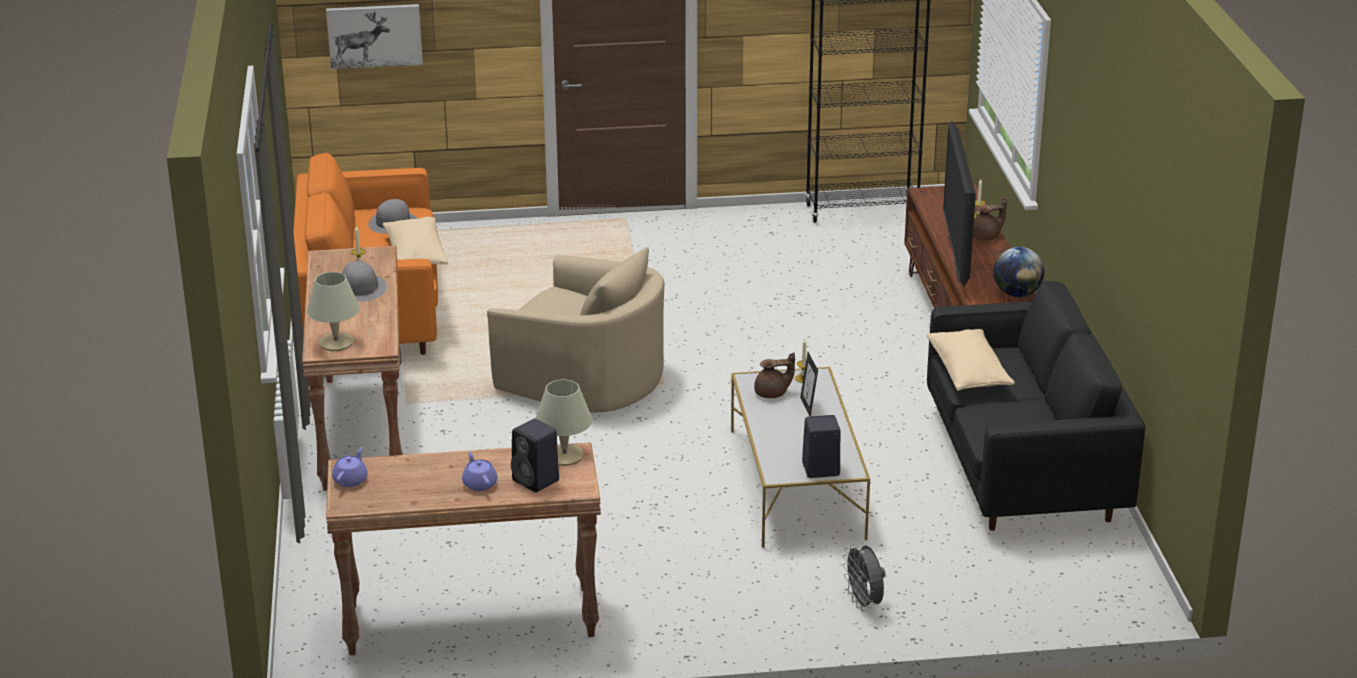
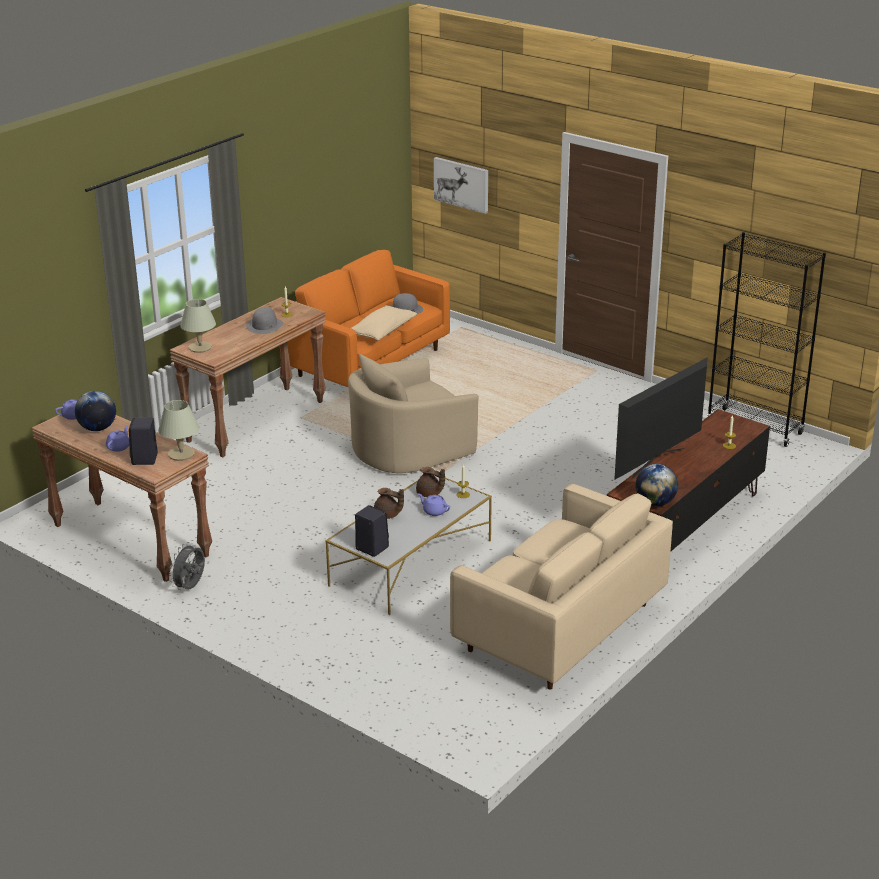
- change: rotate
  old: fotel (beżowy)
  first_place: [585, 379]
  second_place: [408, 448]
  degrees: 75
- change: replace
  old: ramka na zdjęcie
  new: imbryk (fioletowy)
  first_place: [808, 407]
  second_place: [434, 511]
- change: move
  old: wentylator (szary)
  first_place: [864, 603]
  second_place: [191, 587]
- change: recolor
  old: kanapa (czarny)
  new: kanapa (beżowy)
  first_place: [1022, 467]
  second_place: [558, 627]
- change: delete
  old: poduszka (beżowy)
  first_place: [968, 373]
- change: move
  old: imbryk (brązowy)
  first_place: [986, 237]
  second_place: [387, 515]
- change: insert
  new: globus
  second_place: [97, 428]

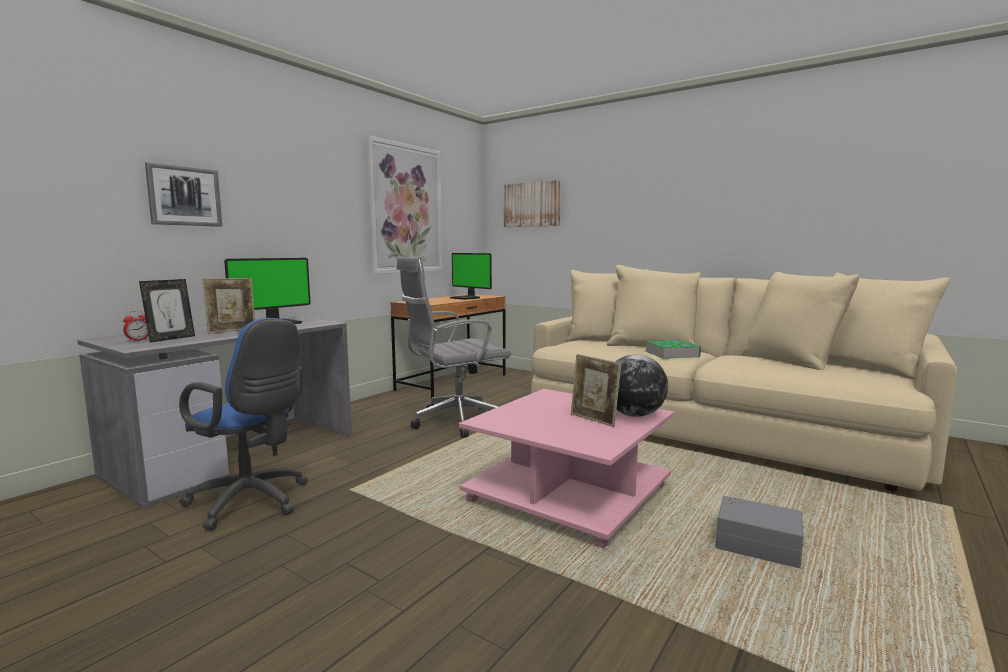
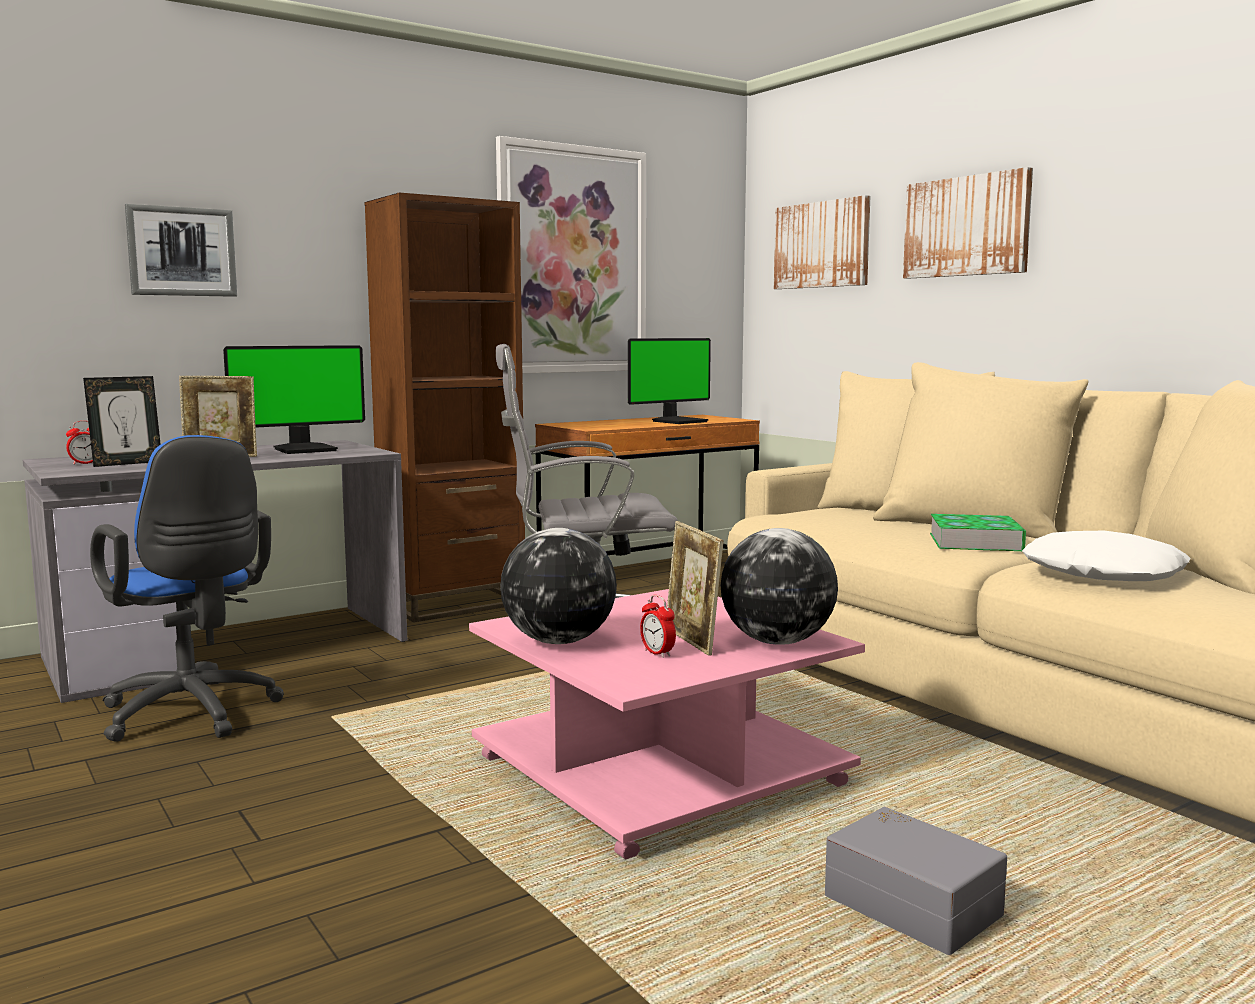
- change: rotate
  old: monitor
  first_place: [466, 298]
  second_place: [678, 421]
  degrees: -105
- change: insert
  new: regał (brązowy)
  second_place: [453, 603]
- change: insert
  new: globus
  second_place: [558, 641]
- change: insert
  new: budzik
  second_place: [657, 653]
- change: insert
  new: obraz
  second_place: [966, 226]
- change: insert
  new: poduszka (biały)
  second_place: [1104, 573]

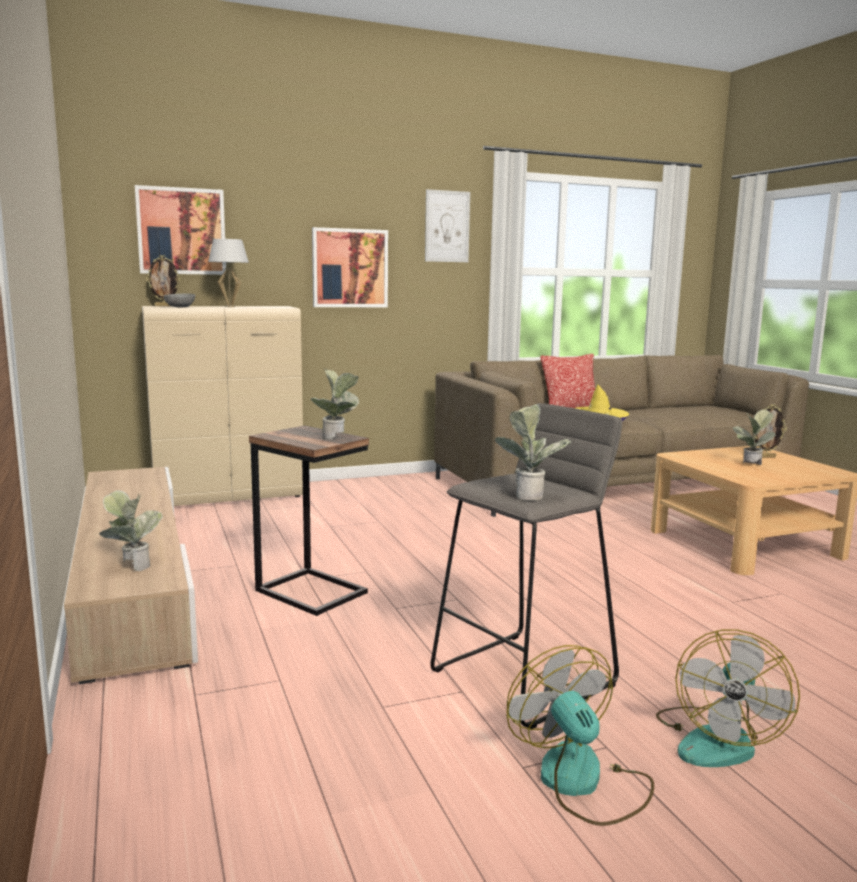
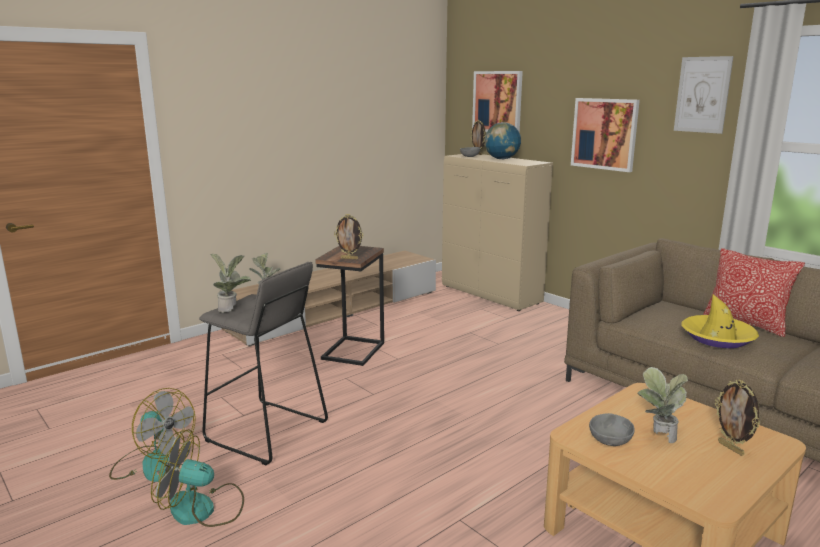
- change: replace
  old: lampa stołowa (biały)
  new: globus
  first_place: [230, 306]
  second_place: [502, 159]
- change: replace
  old: roślina doniczkowa
  new: ramka na zdjęcie
  first_place: [338, 438]
  second_place: [349, 258]
- change: rotate
  old: wentylator
  first_place: [582, 782]
  second_place: [153, 462]
  degrees: 75
- change: insert
  new: miska (szary)
  second_place: [611, 441]

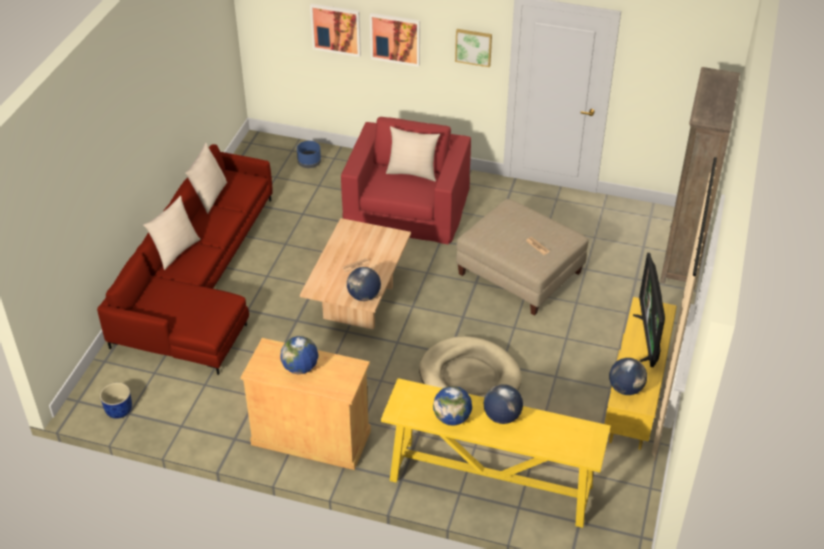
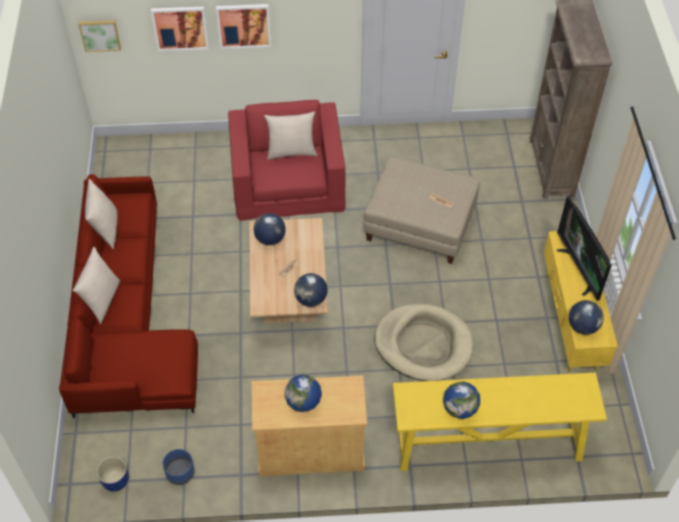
- change: move
  old: donica (niebieski)
  first_place: [309, 162]
  second_place: [180, 472]
- change: move
  old: obraz
  first_place: [473, 47]
  second_place: [100, 34]
- change: move
  old: globus
  first_place: [501, 416]
  second_place: [270, 239]

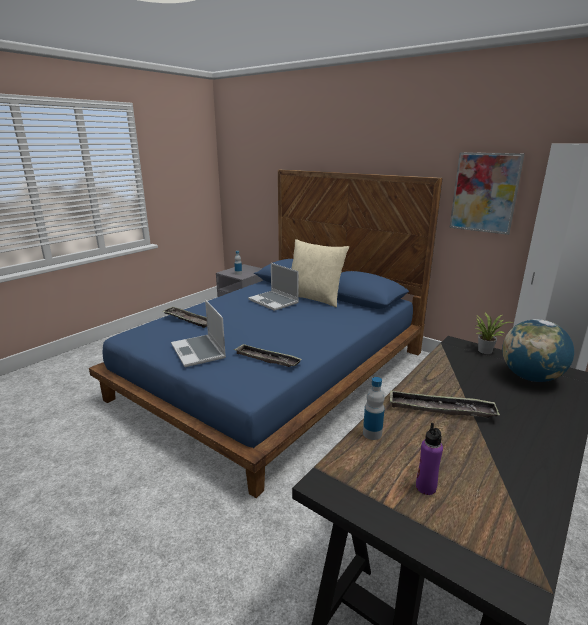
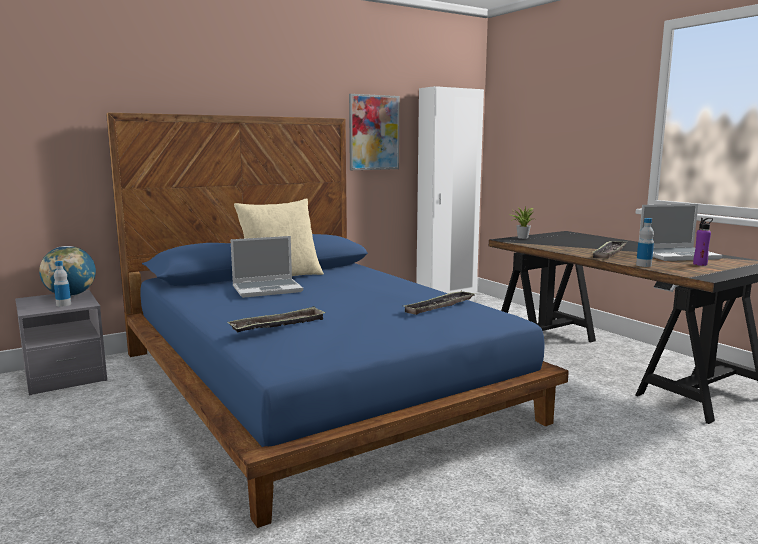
- change: move
  old: laptop
  first_place: [199, 352]
  second_place: [678, 255]
- change: move
  old: globus
  first_place: [530, 377]
  second_place: [70, 295]

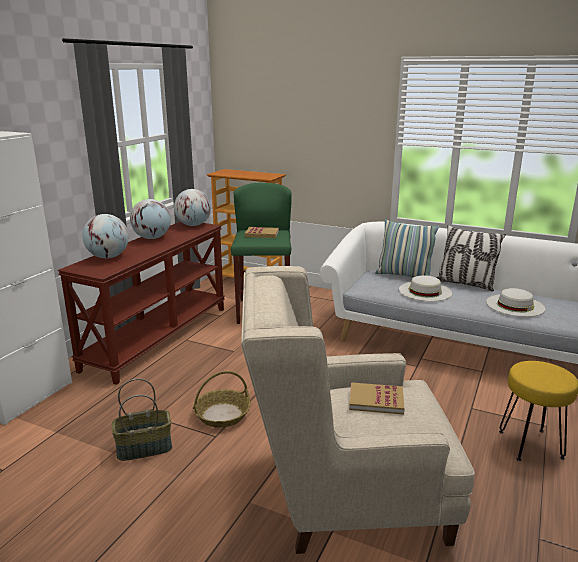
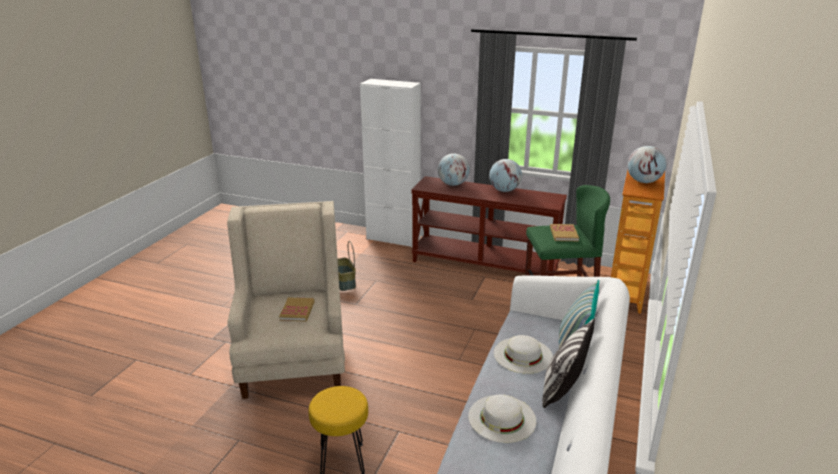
- change: move
  old: globus
  first_place: [193, 225]
  second_place: [643, 181]
- change: delete
  old: koszyk
  first_place: [222, 415]

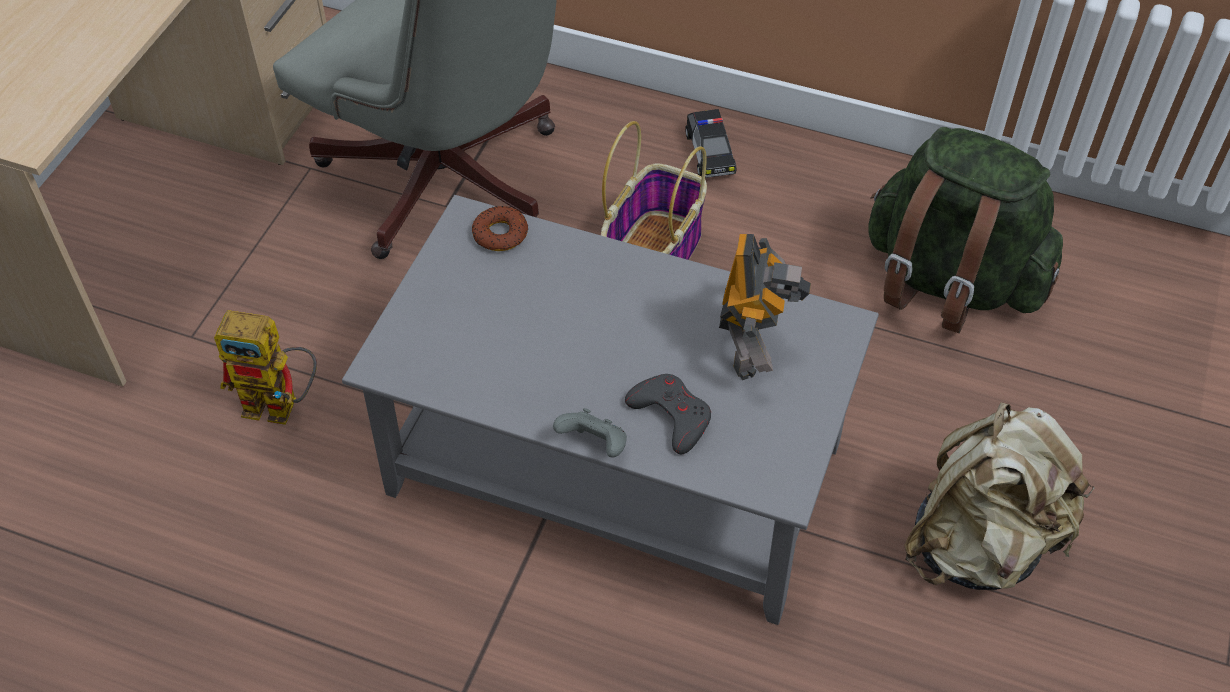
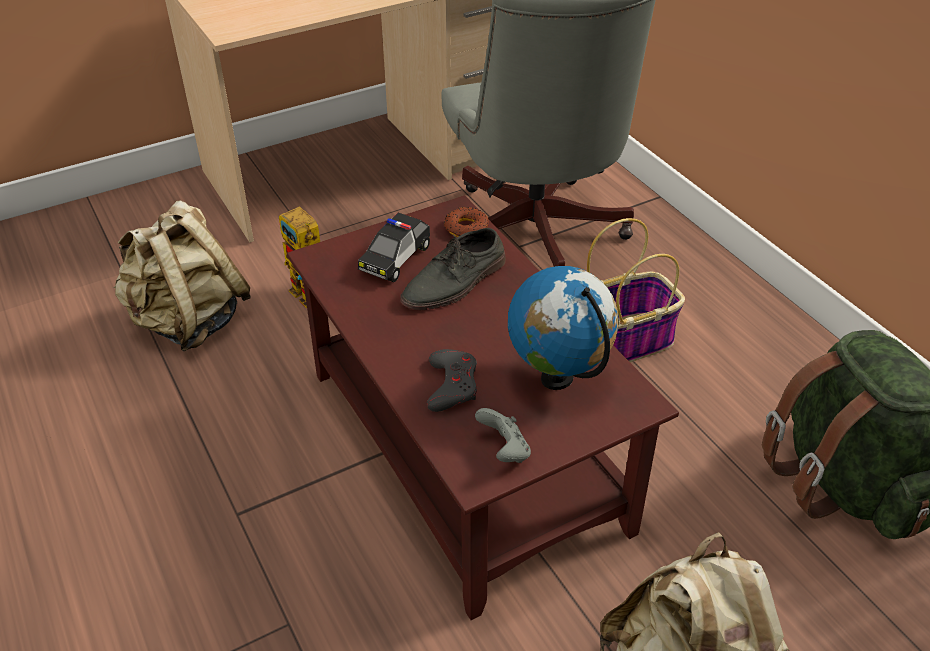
- change: recolor
  old: ława (szary)
  new: ława (brązowy)
  first_place: [619, 469]
  second_place: [467, 451]
- change: move
  old: pad do gier (szary)
  first_place: [594, 445]
  second_place: [504, 450]
- change: move
  old: samochodzik
  first_place: [710, 153]
  second_place: [395, 258]
- change: replace
  old: robot zabawkowy
  new: globus
  first_place: [753, 346]
  second_place: [557, 378]
- change: insert
  new: plecak (beżowy)
  second_place: [189, 322]
- change: insert
  new: but (szary)
  second_place: [455, 282]

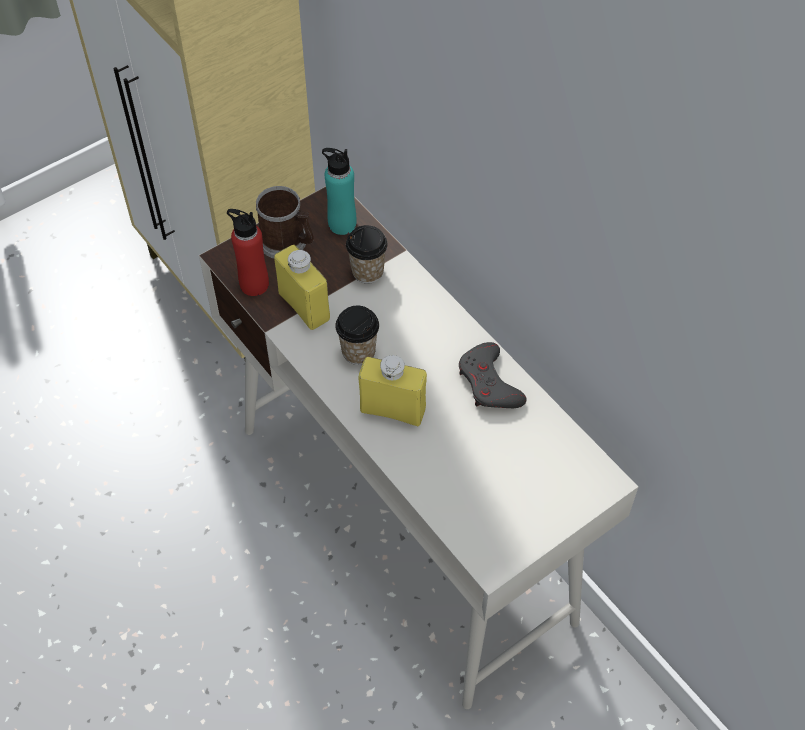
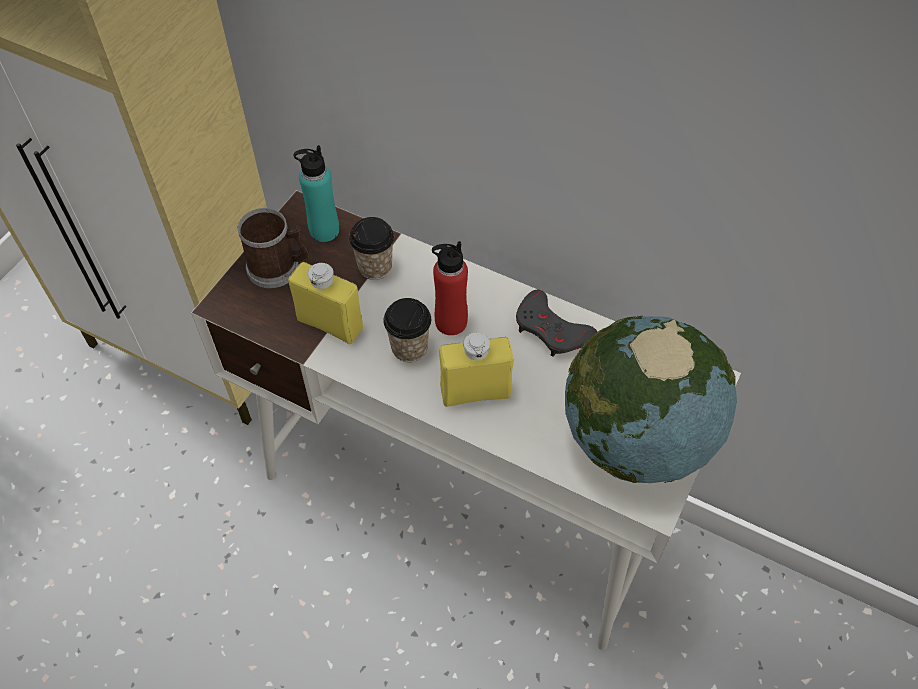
- change: move
  old: butelka (czerwony)
  first_place: [254, 284]
  second_place: [450, 322]
- change: insert
  new: globus
  second_place: [635, 440]

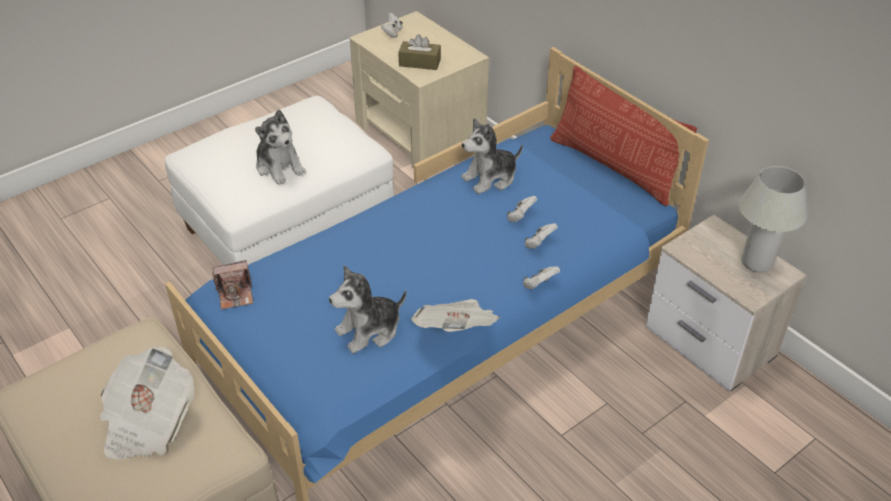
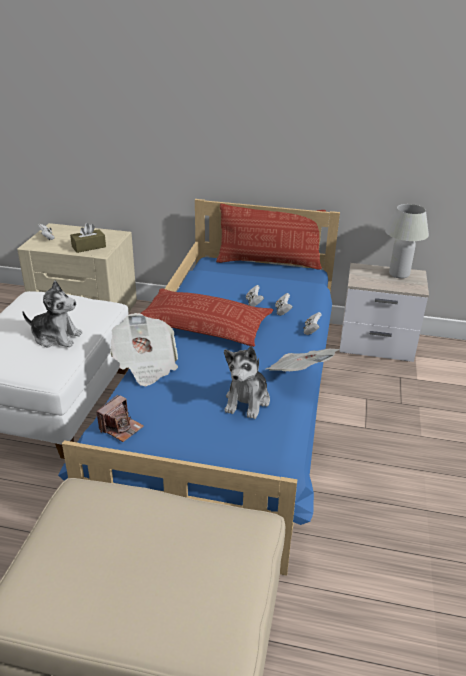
- change: move
  old: gazeta
  first_place: [148, 422]
  second_place: [145, 364]
- change: delete
  old: pluszak
  first_place: [490, 178]
- change: insert
  new: poduszka
  second_place: [203, 325]

